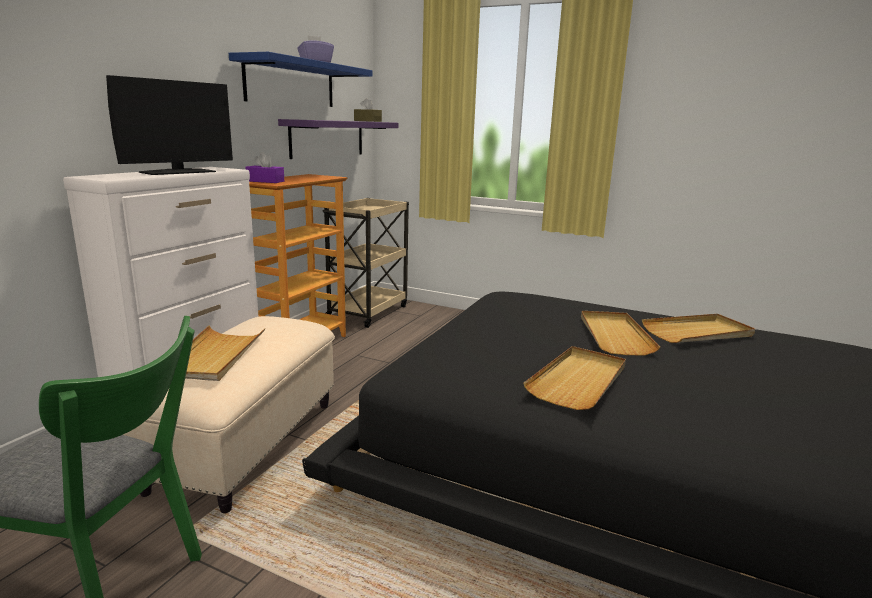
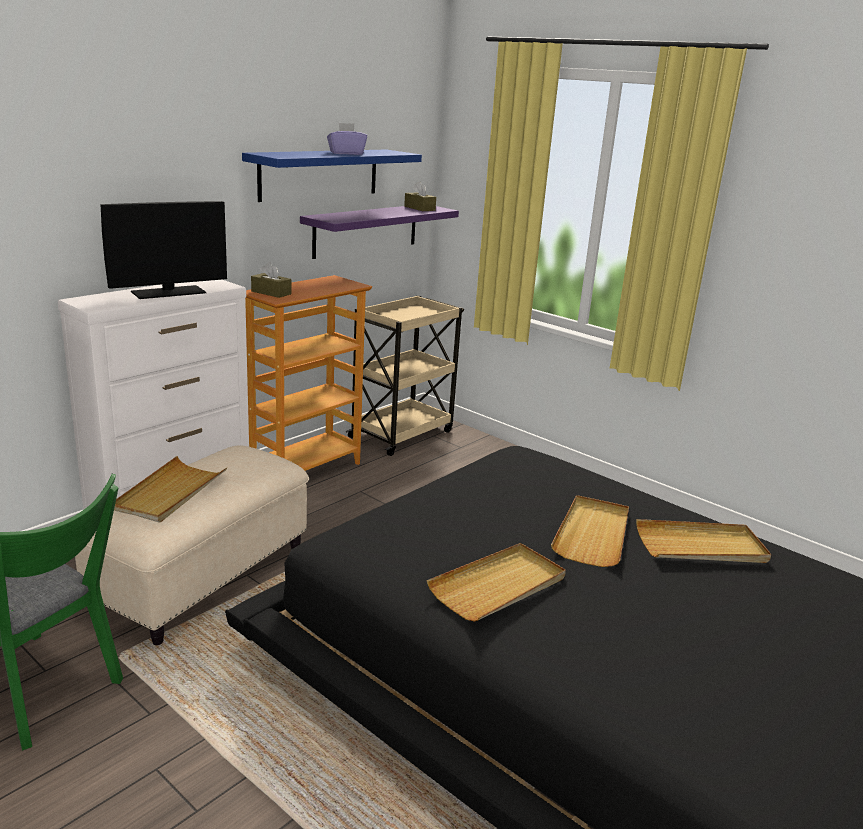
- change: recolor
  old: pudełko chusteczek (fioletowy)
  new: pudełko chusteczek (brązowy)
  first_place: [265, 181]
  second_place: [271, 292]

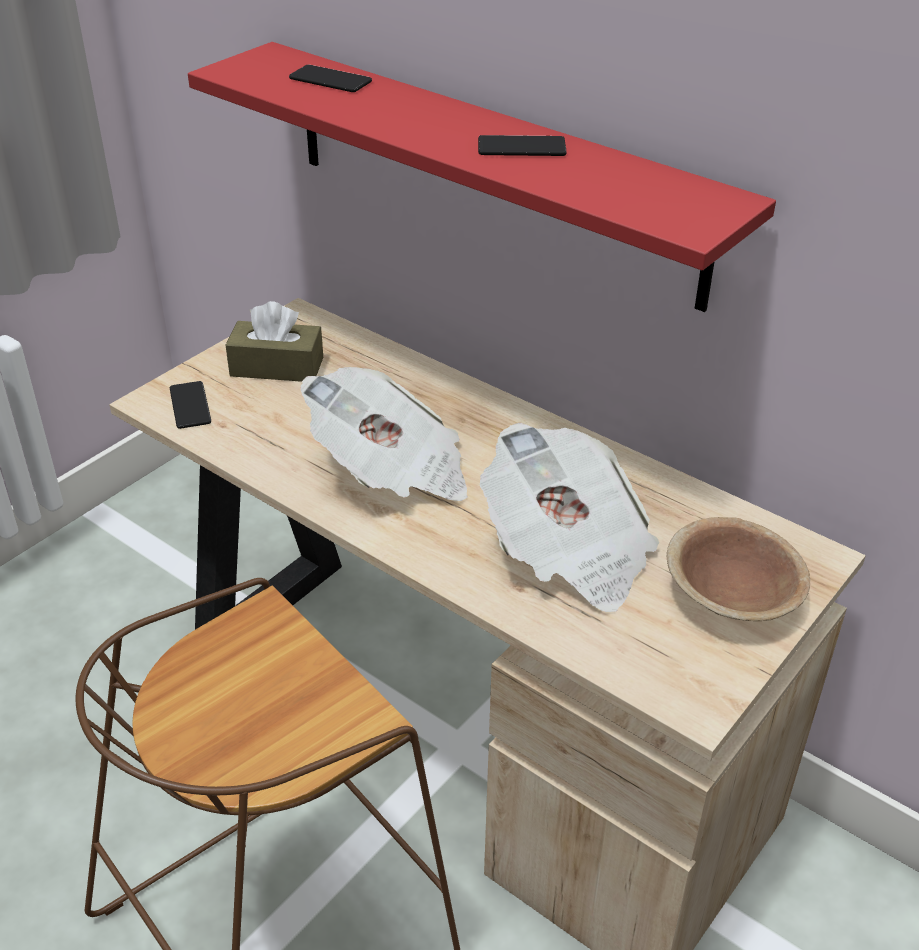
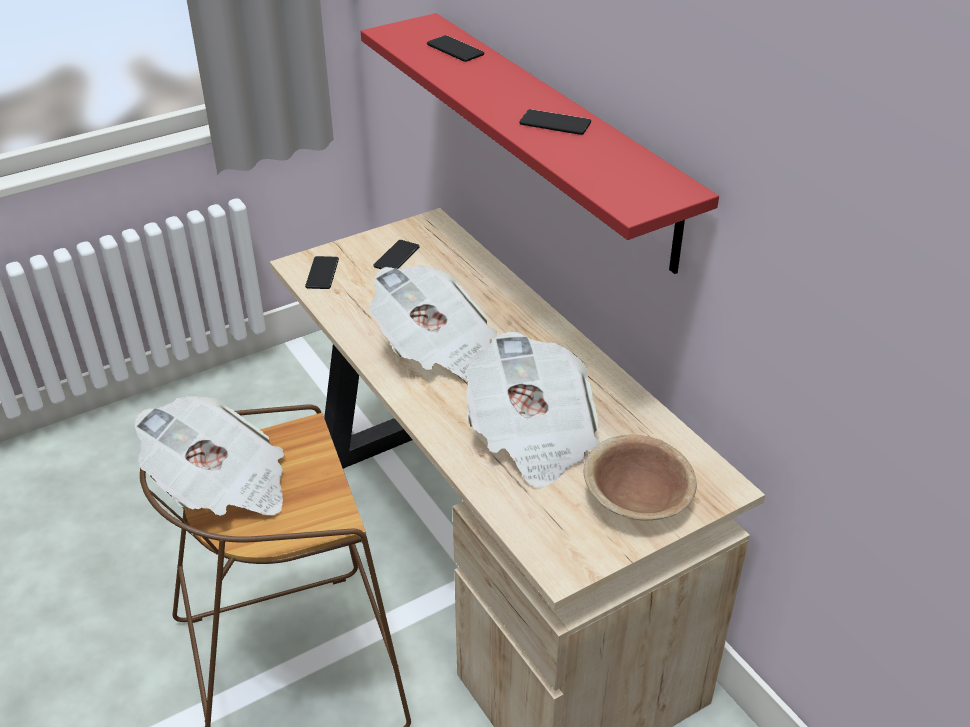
- change: replace
  old: pudełko chusteczek (brązowy)
  new: telefon
  first_place: [277, 367]
  second_place: [396, 257]
- change: insert
  new: gazeta
  second_place: [222, 486]

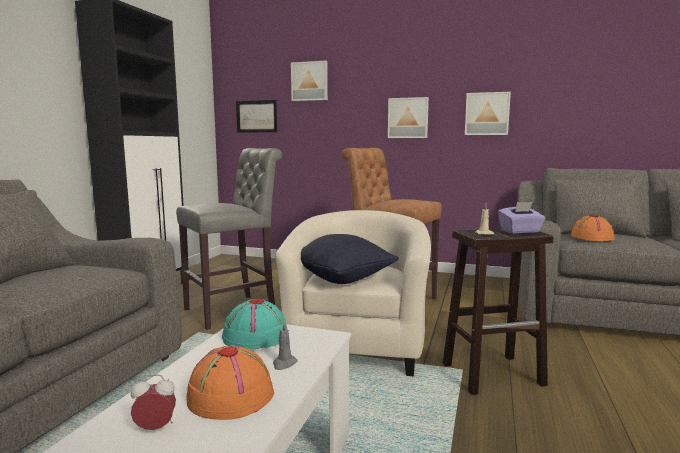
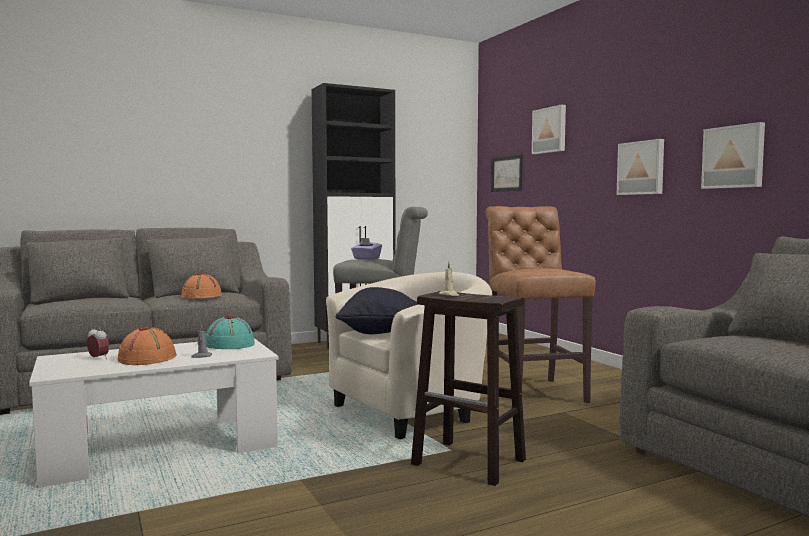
- change: move
  old: pudełko chusteczek (fioletowy)
  first_place: [520, 231]
  second_place: [366, 259]
- change: move
  old: kapelusz (pomarańczowy)
  first_place: [591, 237]
  second_place: [202, 296]

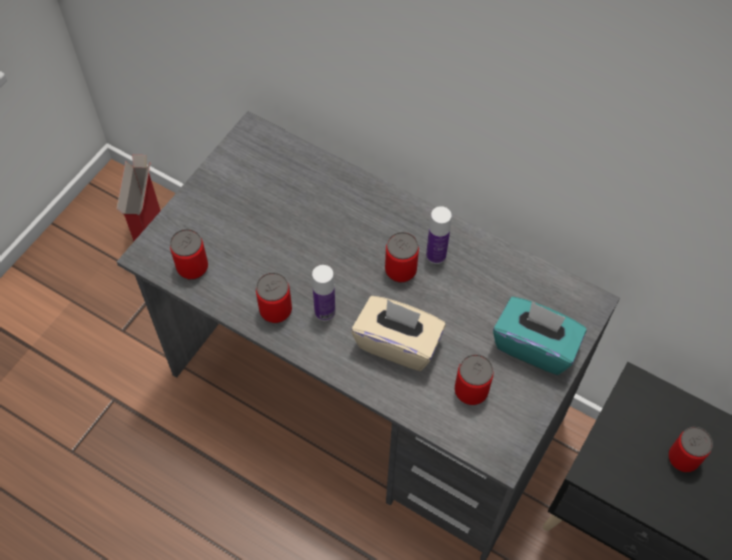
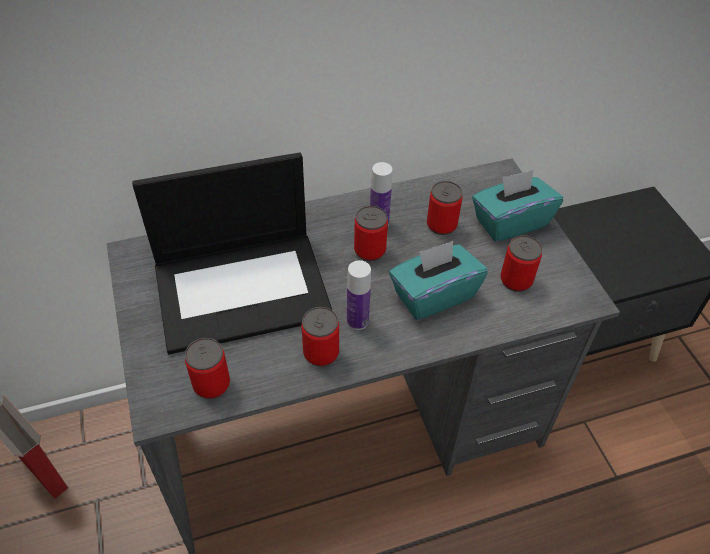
- change: recolor
  old: pudełko chusteczek (beżowy)
  new: pudełko chusteczek (turkusowy)
  first_place: [398, 343]
  second_place: [433, 295]
- change: move
  old: puszka
  first_place: [683, 458]
  second_place: [441, 225]
- change: insert
  new: laptop
  second_place: [243, 289]

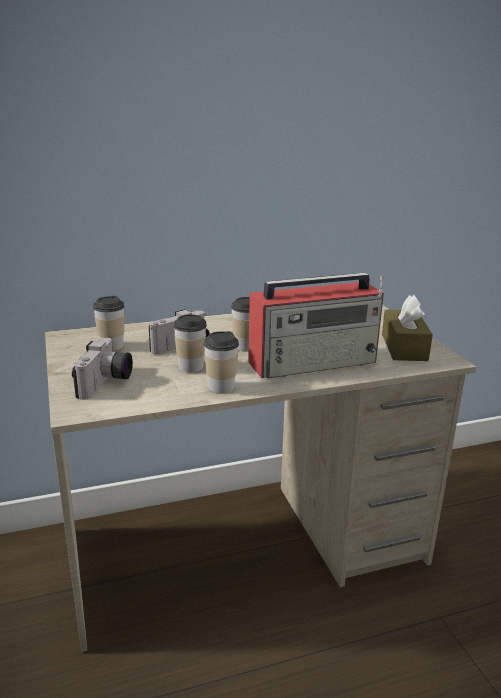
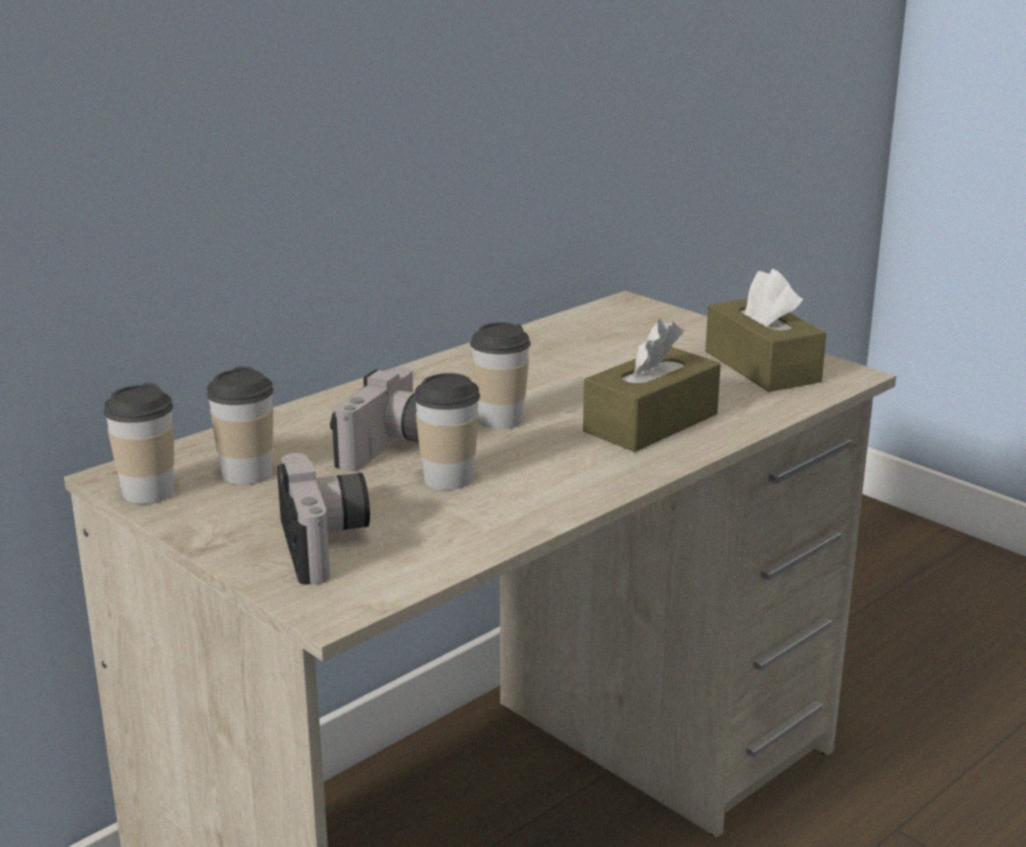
- change: move
  old: filiżanka
  first_place: [221, 387]
  second_place: [148, 492]
- change: replace
  old: radio
  new: pudełko chusteczek (brązowy)
  first_place: [315, 362]
  second_place: [650, 423]

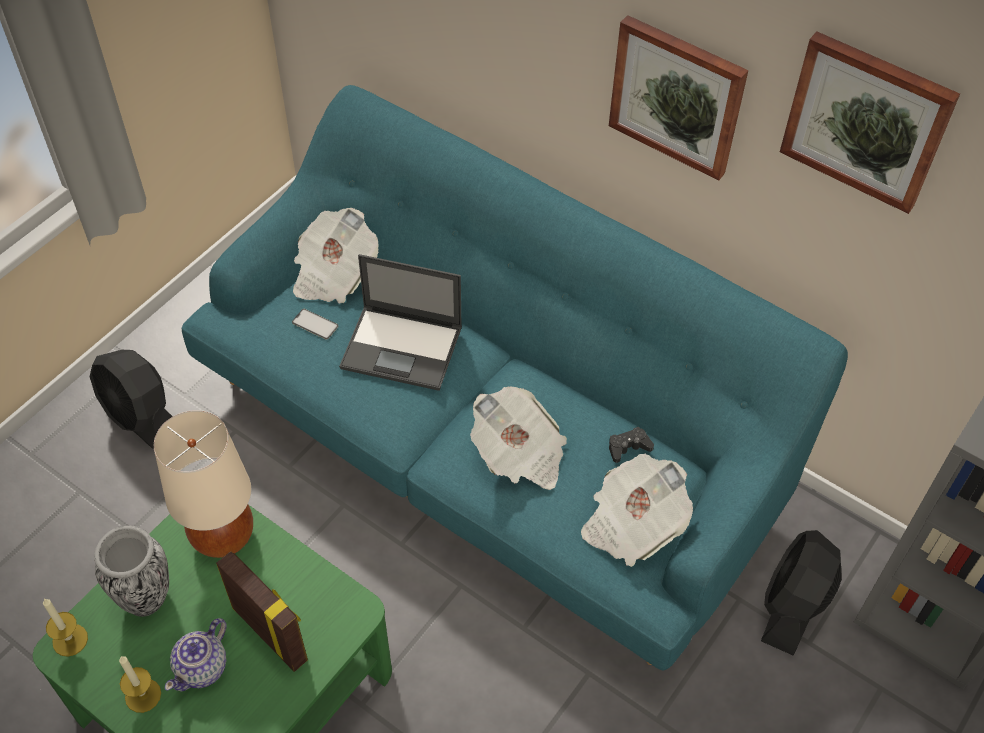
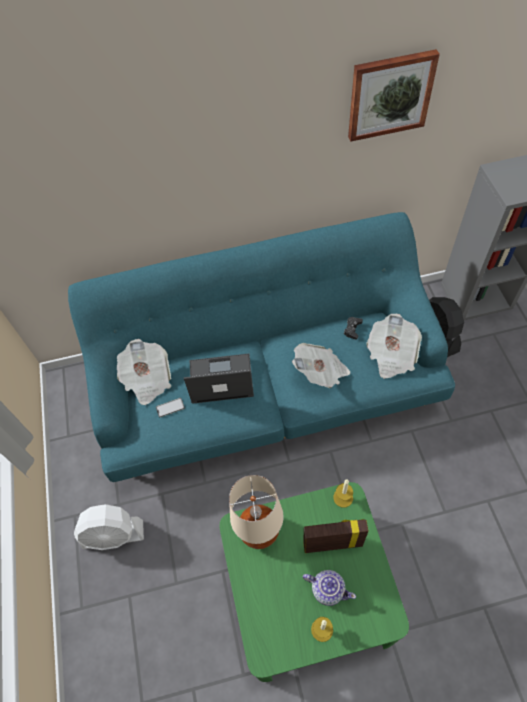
- change: move
  old: świeca
  first_place: [70, 640]
  second_place: [343, 497]
- change: recolor
  old: wentylator (czarny)
  new: wentylator (biały)
  first_place: [142, 419]
  second_place: [113, 534]
- change: delete
  old: wazon
  first_place: [146, 598]
- change: rotate
  old: imbryk
  first_place: [202, 667]
  second_place: [327, 589]
  degrees: -45
- change: rotate
  old: laptop
  first_place: [403, 348]
  second_place: [220, 379]
  degrees: -150
- change: delete
  old: obraz
  first_place: [677, 96]

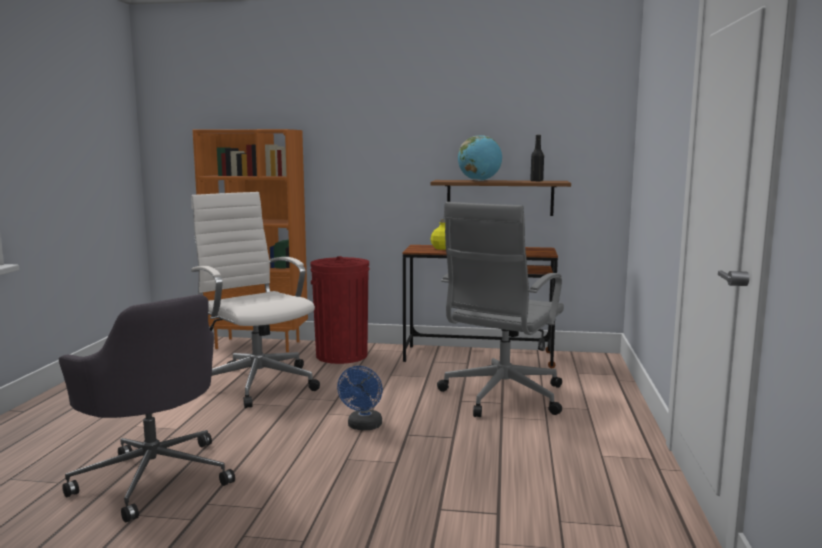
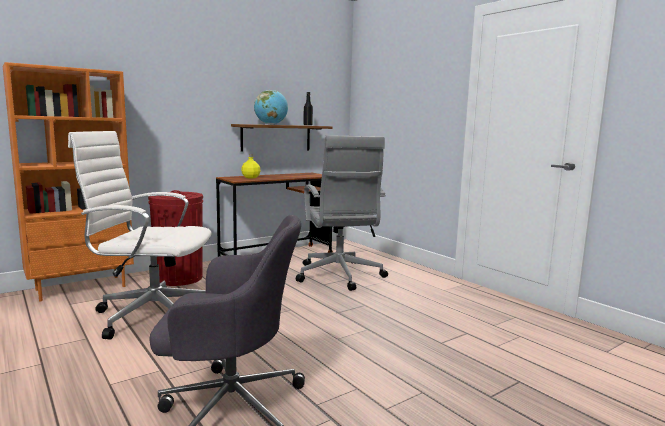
- change: delete
  old: wentylator (niebieski)
  first_place: [363, 427]

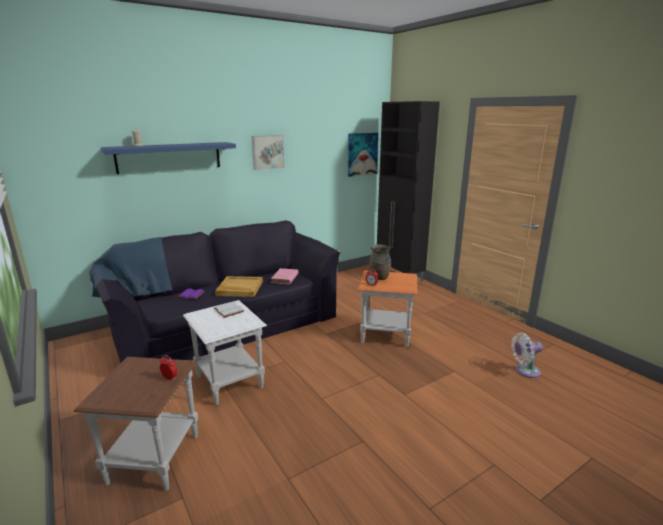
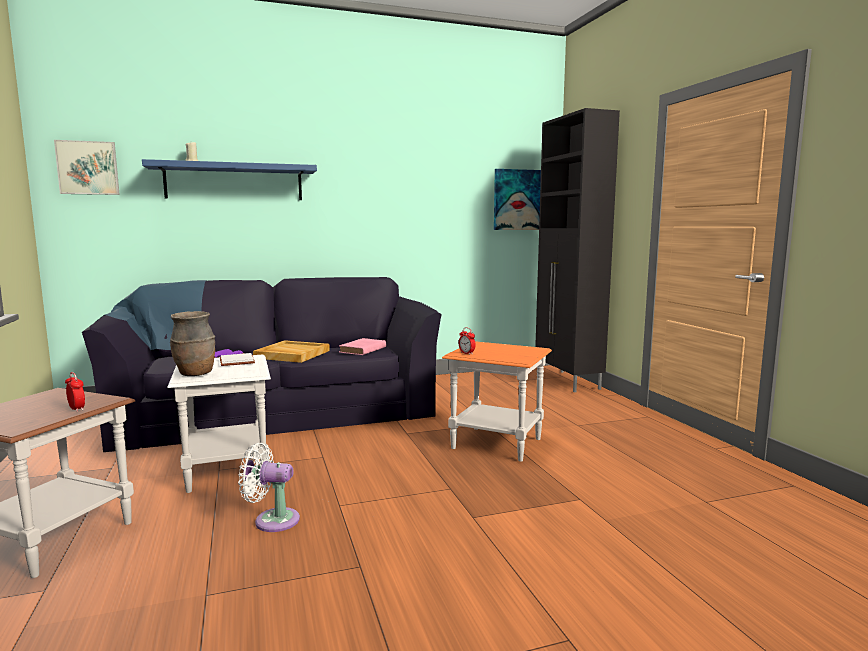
- change: move
  old: obraz
  first_place: [267, 152]
  second_place: [88, 168]
- change: move
  old: wazon (brązowy)
  first_place: [379, 278]
  second_place: [195, 374]
- change: move
  old: wentylator (biały)
  first_place: [525, 371]
  second_place: [272, 520]

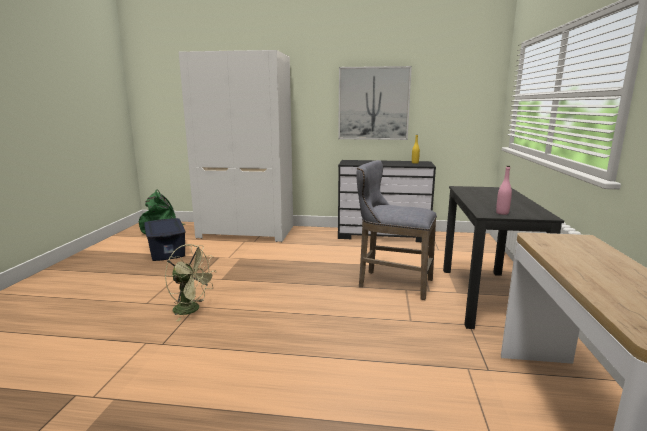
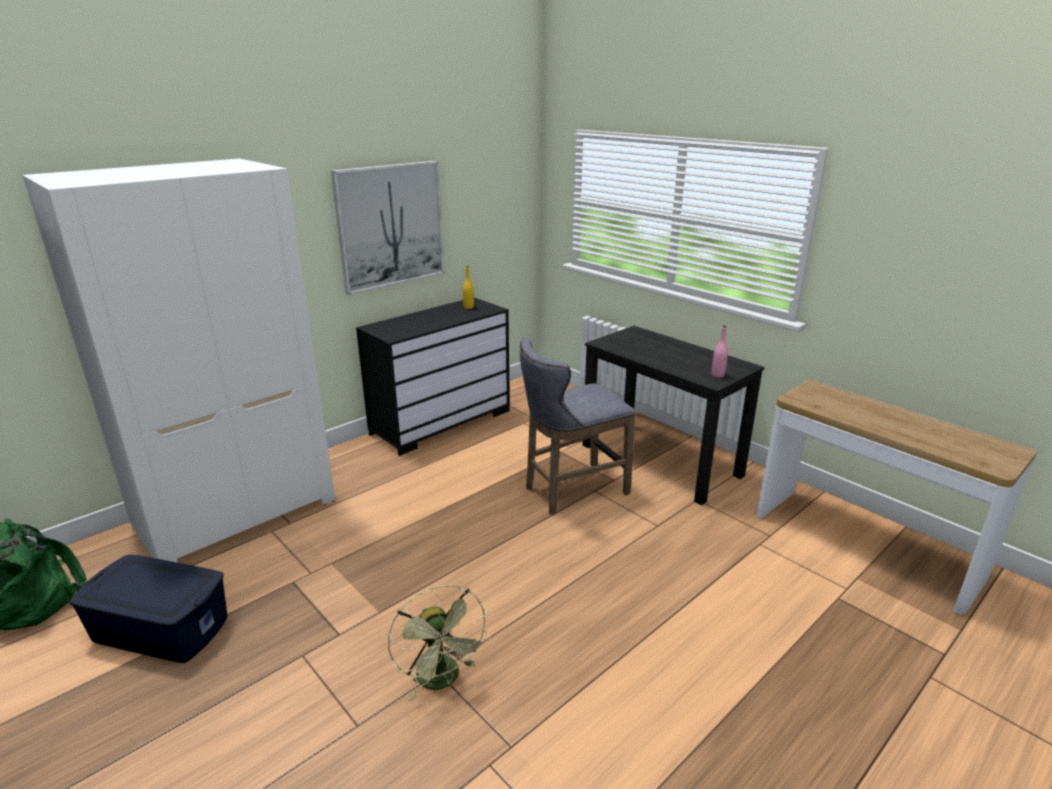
- change: rotate
  old: wentylator (zielony)
  first_place: [192, 309]
  second_place: [443, 680]
  degrees: 90

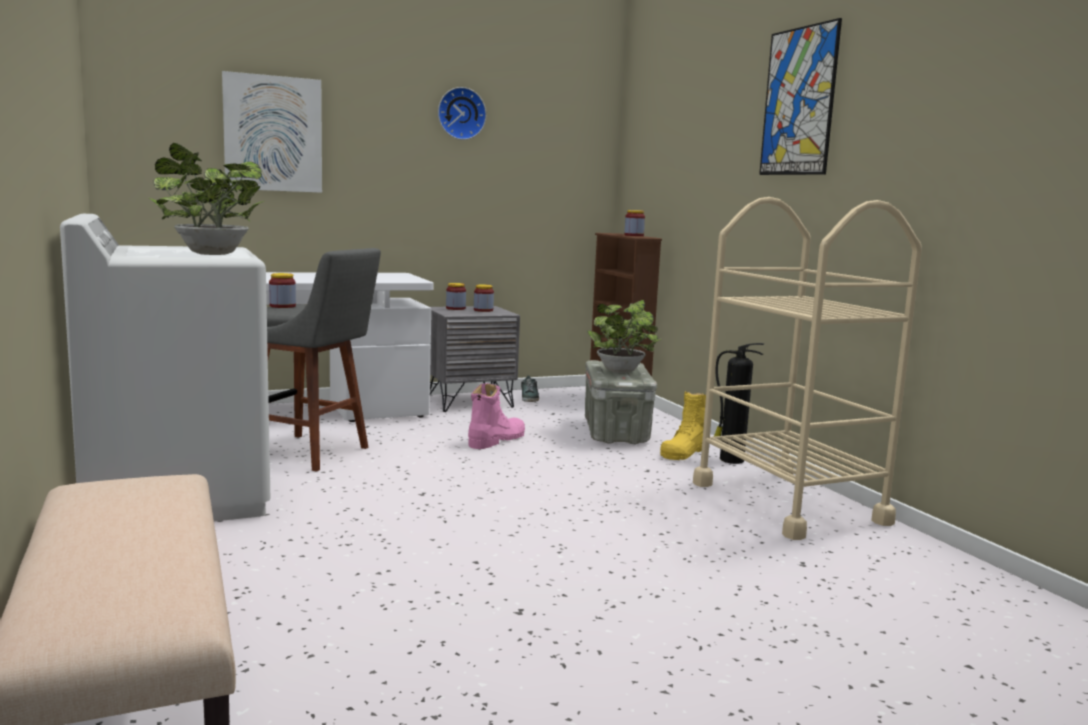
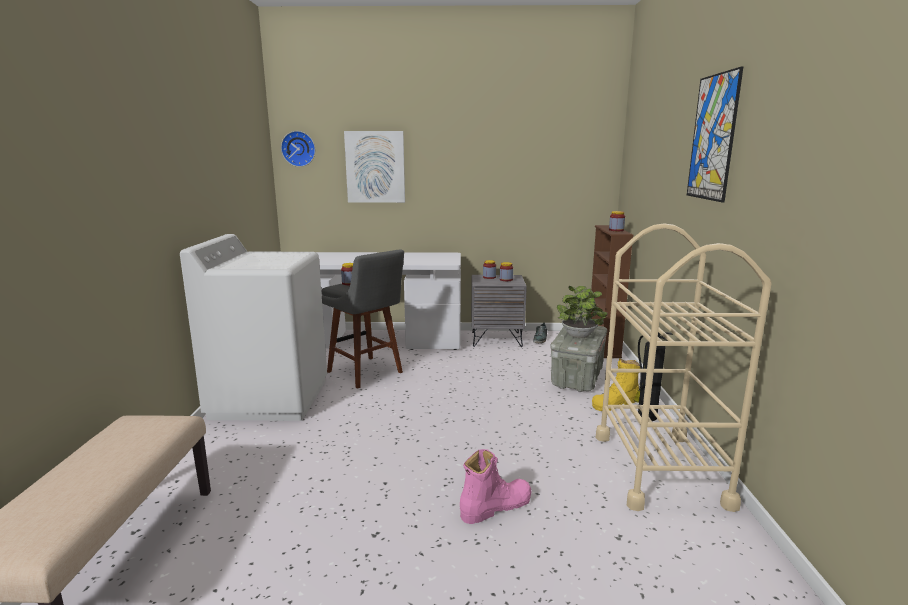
- change: delete
  old: roślina doniczkowa
  first_place: [208, 253]
- change: move
  old: zegar ścienny
  first_place: [461, 113]
  second_place: [299, 148]
- change: move
  old: but z cholewką (różowy)
  first_place: [496, 440]
  second_place: [495, 506]

